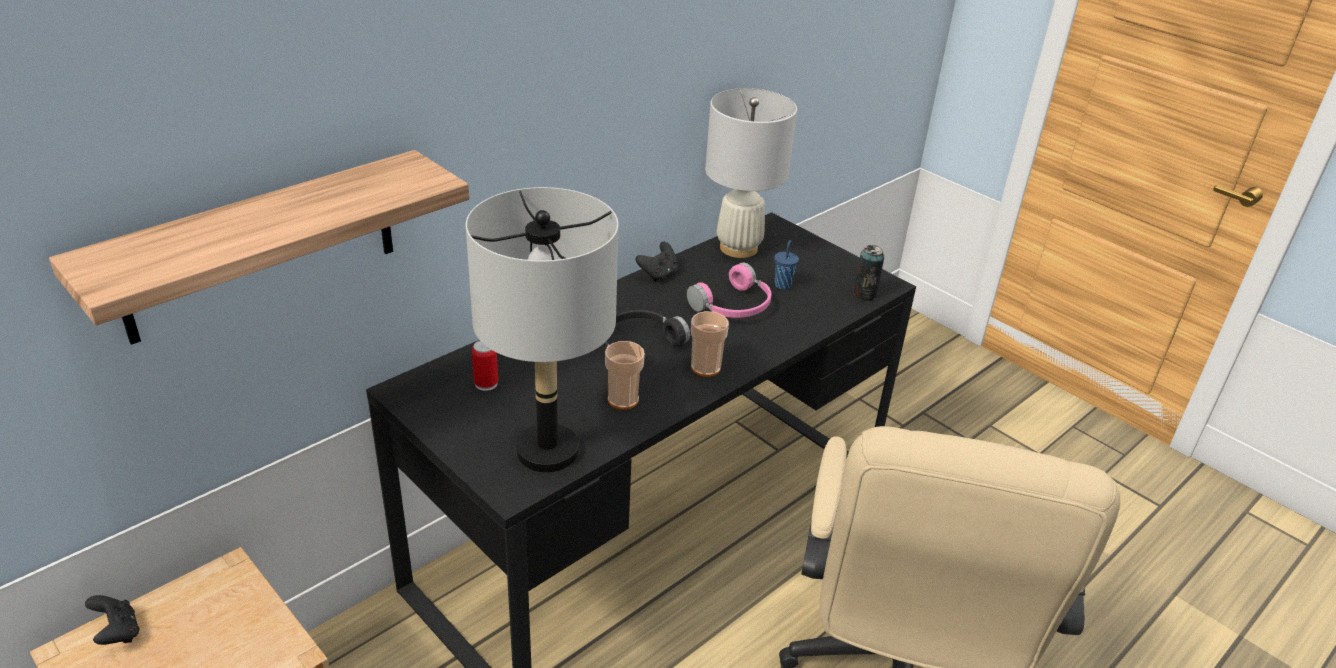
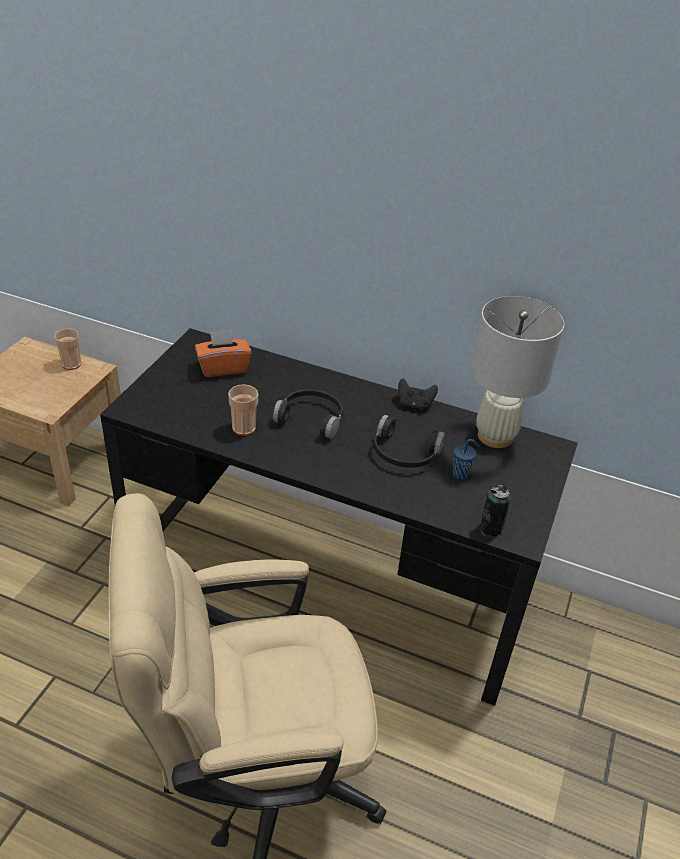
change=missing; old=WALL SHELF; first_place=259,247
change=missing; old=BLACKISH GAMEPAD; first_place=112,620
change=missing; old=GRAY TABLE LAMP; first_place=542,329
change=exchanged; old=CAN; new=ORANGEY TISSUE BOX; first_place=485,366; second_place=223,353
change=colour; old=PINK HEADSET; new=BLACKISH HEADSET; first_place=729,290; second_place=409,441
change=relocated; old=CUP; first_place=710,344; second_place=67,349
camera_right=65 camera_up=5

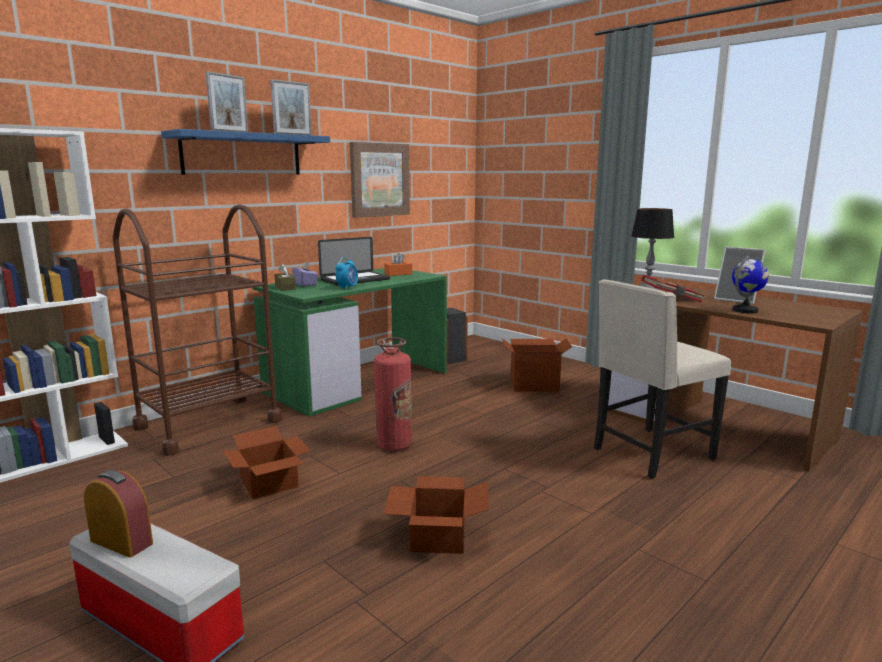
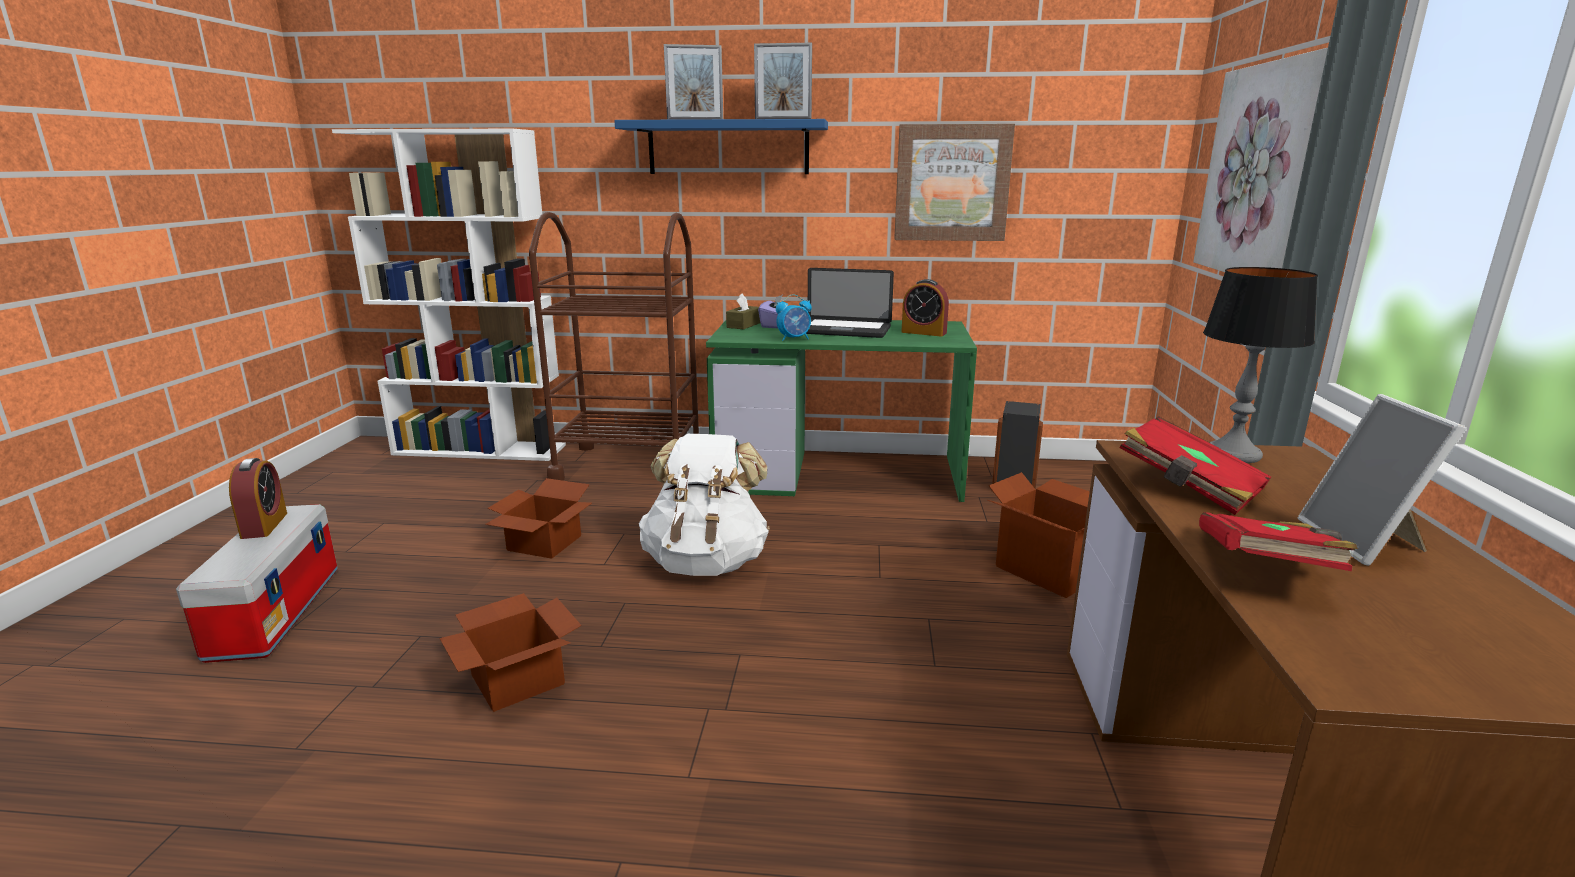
change=exchanged; old=EXTINGUISHER; new=WHITISH RUCKSACK; first_place=393,394; second_place=704,505
change=exchanged; old=ORANGEY TISSUE BOX; new=BEDSIDE CLOCK; first_place=398,264; second_place=925,307
change=missing; old=BEIGE-COLOURED UPRIGHT CHAIR; first_place=662,379
change=exchanged; old=DESK GLOBE; new=RED-COLOURED BOUND BOOK; first_place=750,284; second_place=1278,541
change=appeared; new=WALL ART; second_place=1260,160
camera_right=50 camera_up=5

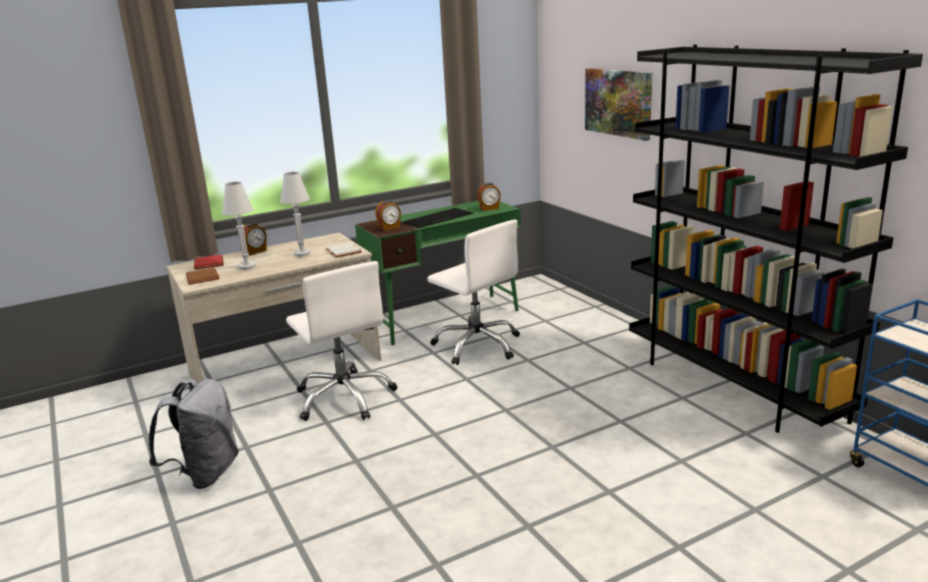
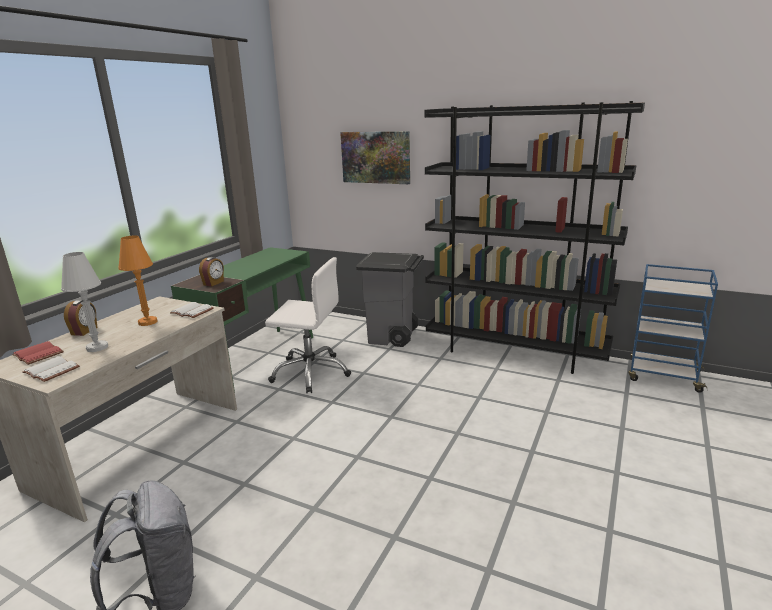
change=colour; old=BROWN-COLOURED BOUND BOOK; new=WHITISH BOUND BOOK; first_place=203,276; second_place=51,369
change=colour; old=WHITISH TABLE LAMP; new=ORANGEY TABLE LAMP; first_place=295,214; second_place=137,280
change=missing; old=WHITISH DESK CHAIR; first_place=341,341
change=missing; old=PC KEYBOARD; first_place=437,218
change=missing; old=BEDSIDE CLOCK; first_place=489,197
change=appeared; new=GRAY RUBBISH BIN; second_place=390,299
camera_right=-35 camera_up=0

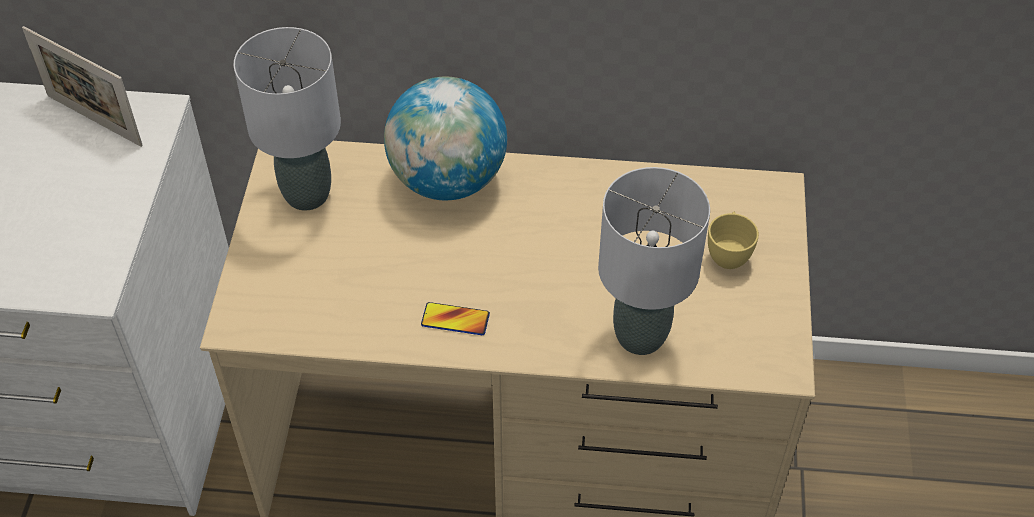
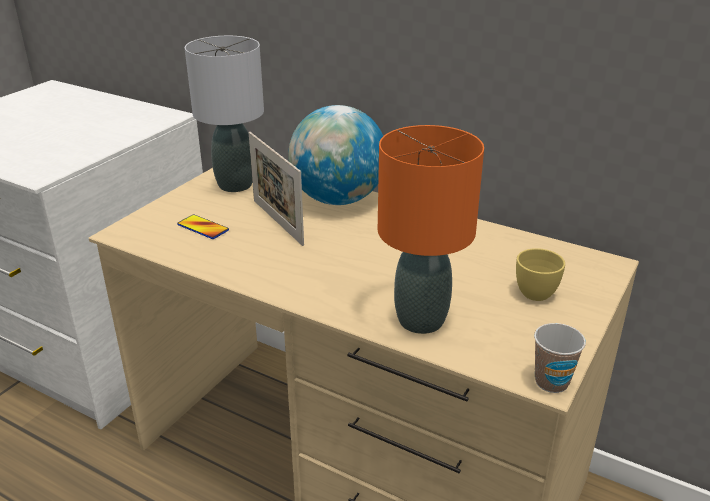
change=relocated; old=PICTURE FRAME; first_place=82,86; second_place=276,189
change=relocated; old=PHONE; first_place=455,318; second_place=203,227
change=colour; old=GRAY TABLE LAMP; new=ORANGEY TABLE LAMP; first_place=654,261; second_place=431,229
change=appeared; new=CUP; second_place=560,358
camera_right=25 camera_up=-20

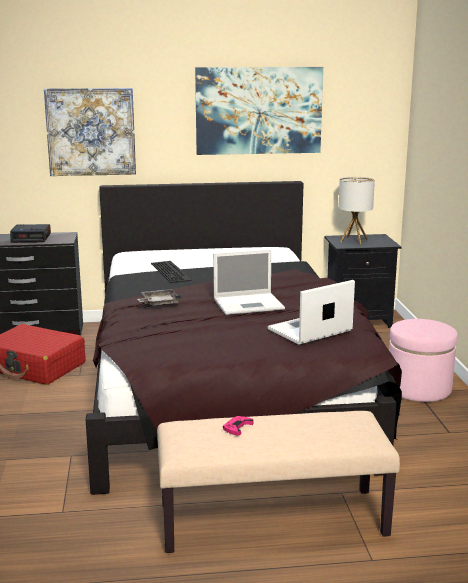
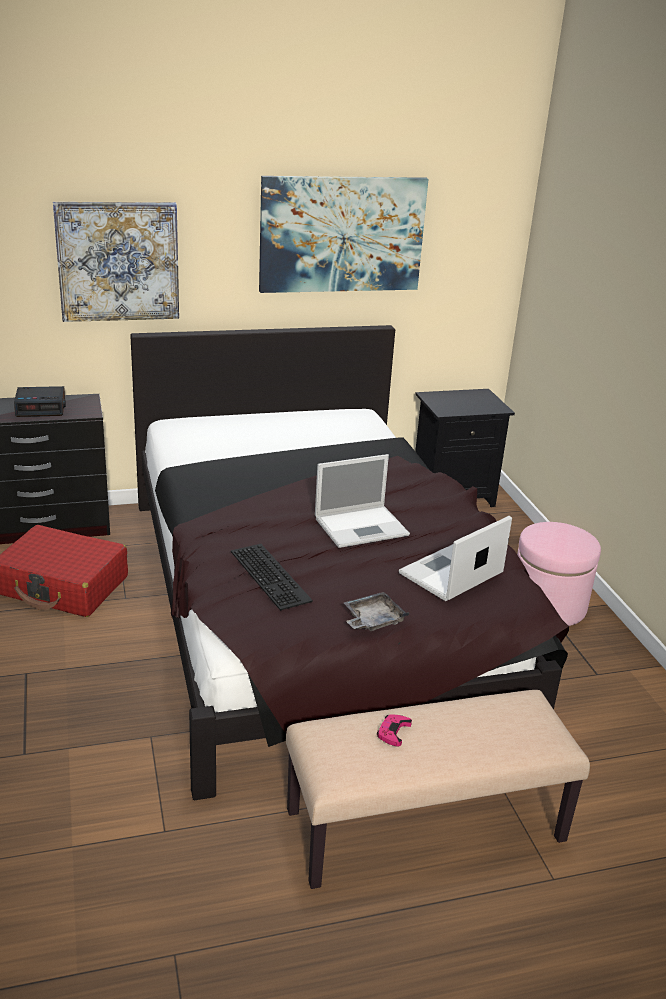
change=relocated; old=GRAY SERVING TRAY; first_place=159,297; second_place=376,611
change=relocated; old=PC KEYBOARD; first_place=171,272; second_place=272,577
change=missing; old=TABLE LAMP; first_place=356,211
camera_right=-10 camera_up=10

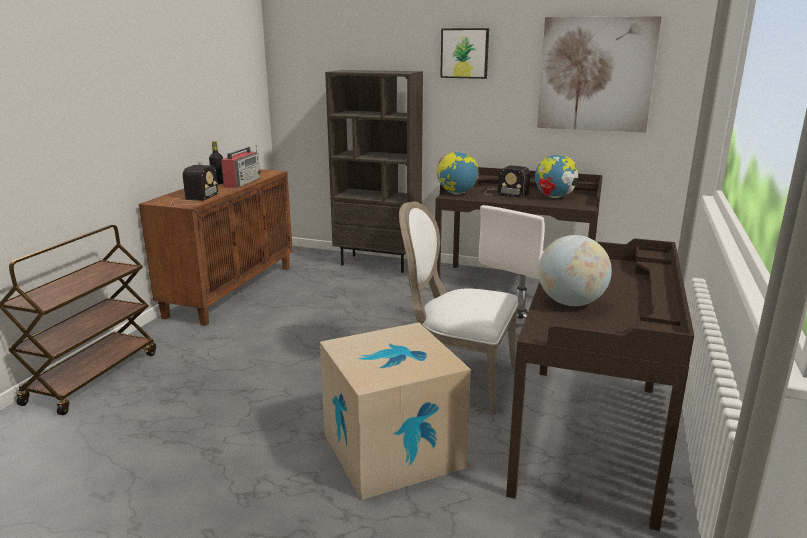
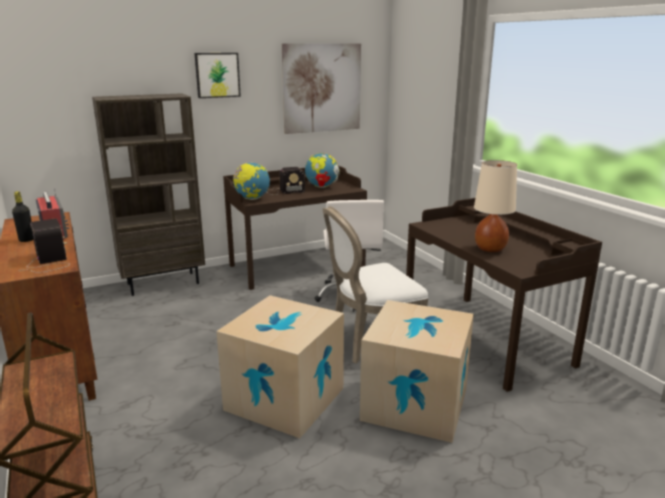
change=exchanged; old=DESK GLOBE; new=BEIGE-COLOURED TABLE LAMP; first_place=575,270; second_place=495,206
change=appeared; new=PACKING BOX; second_place=280,366
camera_right=-45 camera_up=0

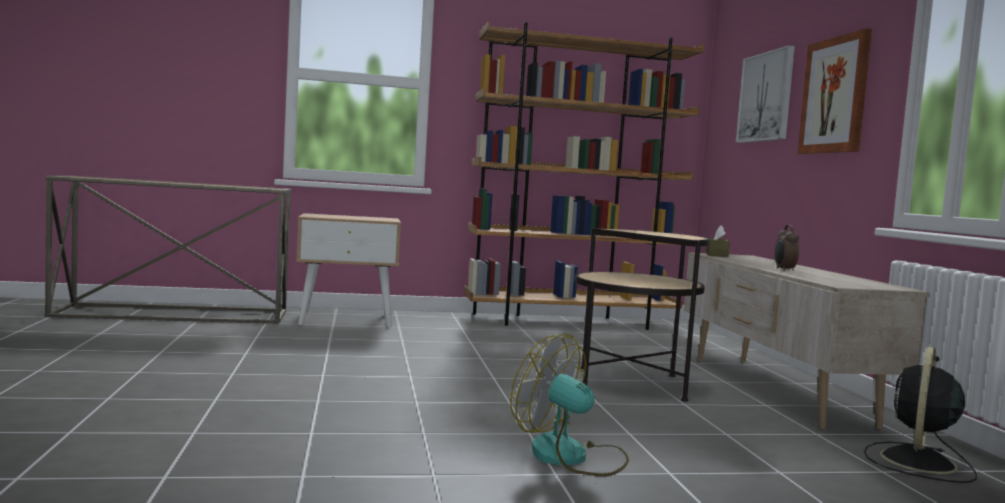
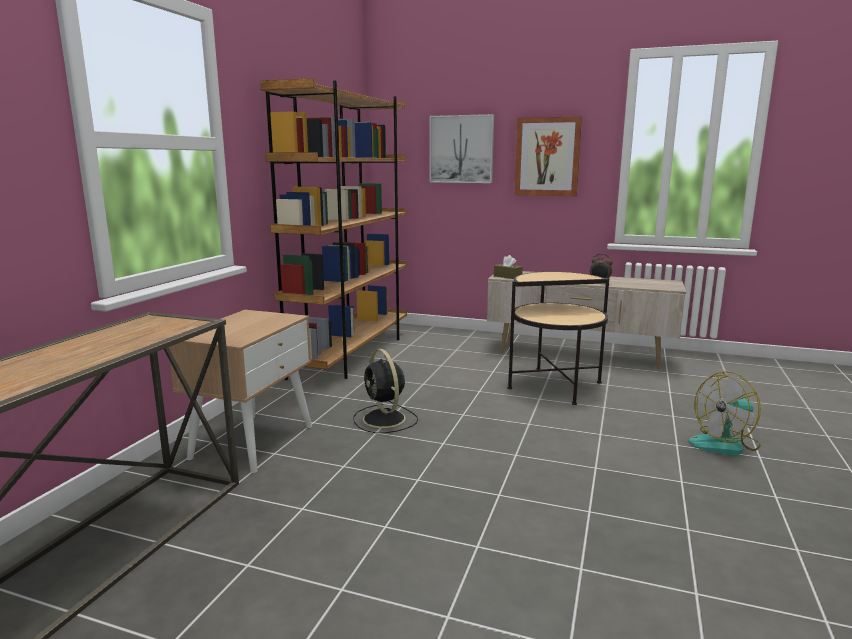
change=relocated; old=BLACKISH ELECTRIC FAN; first_place=920,415; second_place=385,391
camera_right=-60 camera_up=10

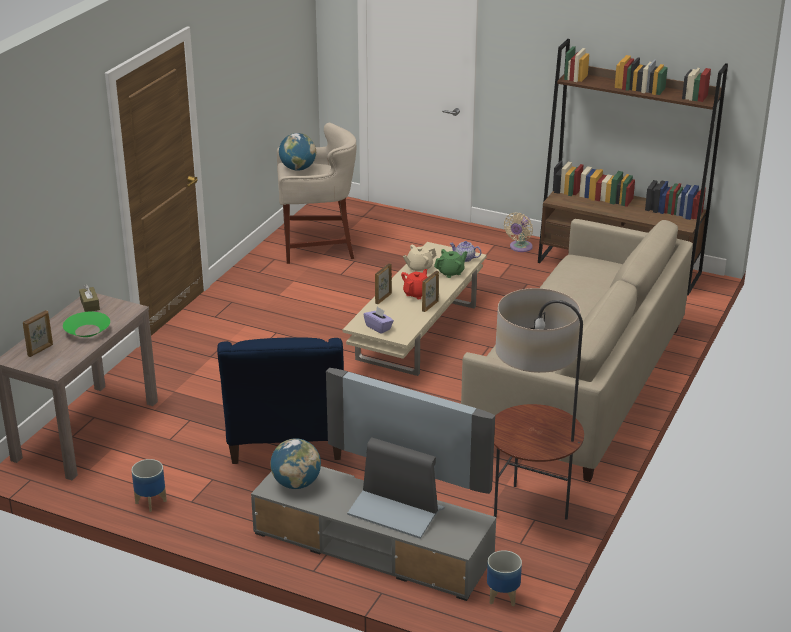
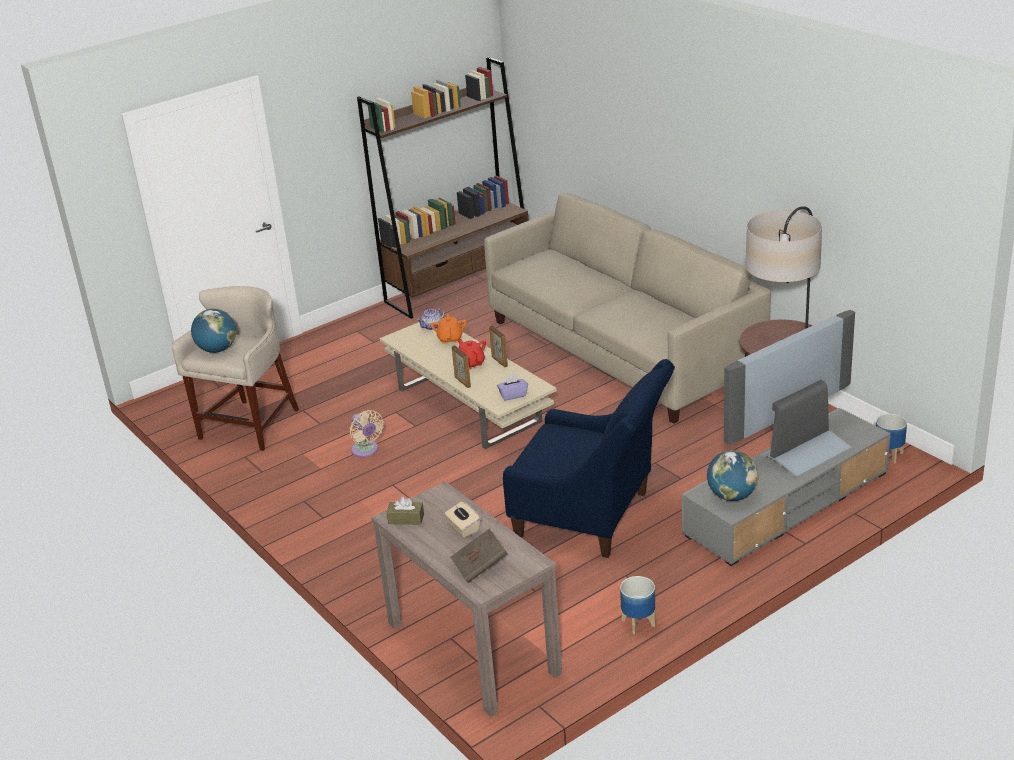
change=exchanged; old=PICTURE FRAME; new=BROWN-COLOURED BOUND BOOK; first_place=38,333; second_place=479,555
change=exchanged; old=GREENISH SERVING BOWL; new=BEIGE-COLOURED TISSUE BOX; first_place=86,324; second_place=463,519
change=missing; old=BEIGE-COLOURED POT FOR TEA; first_place=419,258
change=colour; old=GREENISH POT FOR TEA; new=ORANGEY POT FOR TEA; first_place=450,263; second_place=448,328
change=relocated; old=BEIGE-COLOURED ELECTRIC FAN; first_place=518,232; second_place=367,433
camera_right=-60 camera_up=0

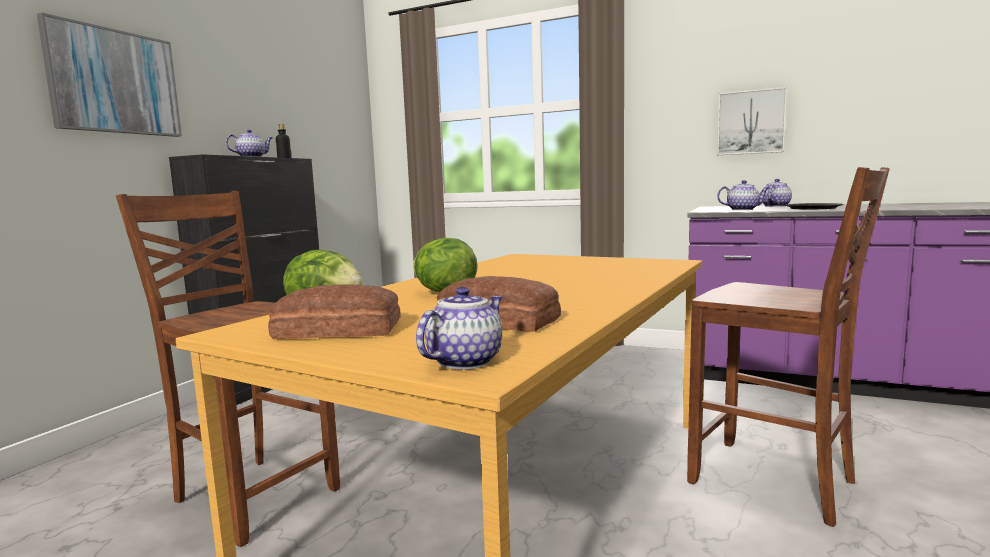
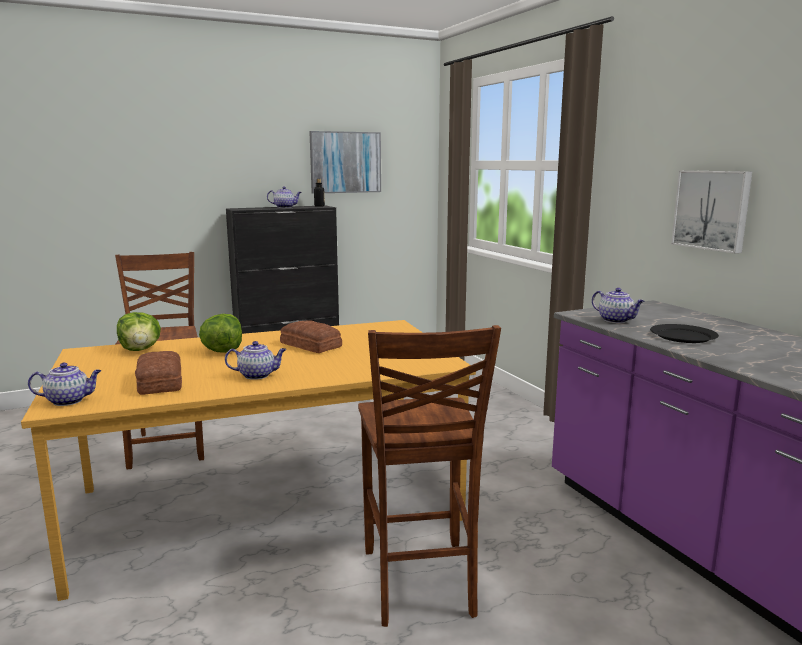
change=relocated; old=WALL ART; first_place=109,75; second_place=345,162
change=relocated; old=BAKED BREAD; first_place=334,311; second_place=311,336
change=relocated; old=POT FOR TEA; first_place=777,193; second_place=256,360
camera_right=40 camera_up=5

